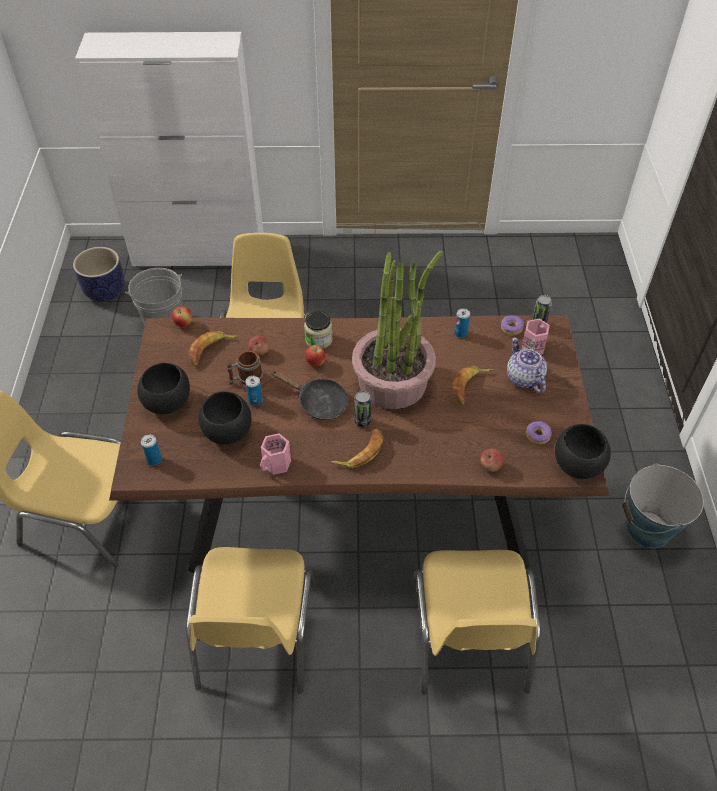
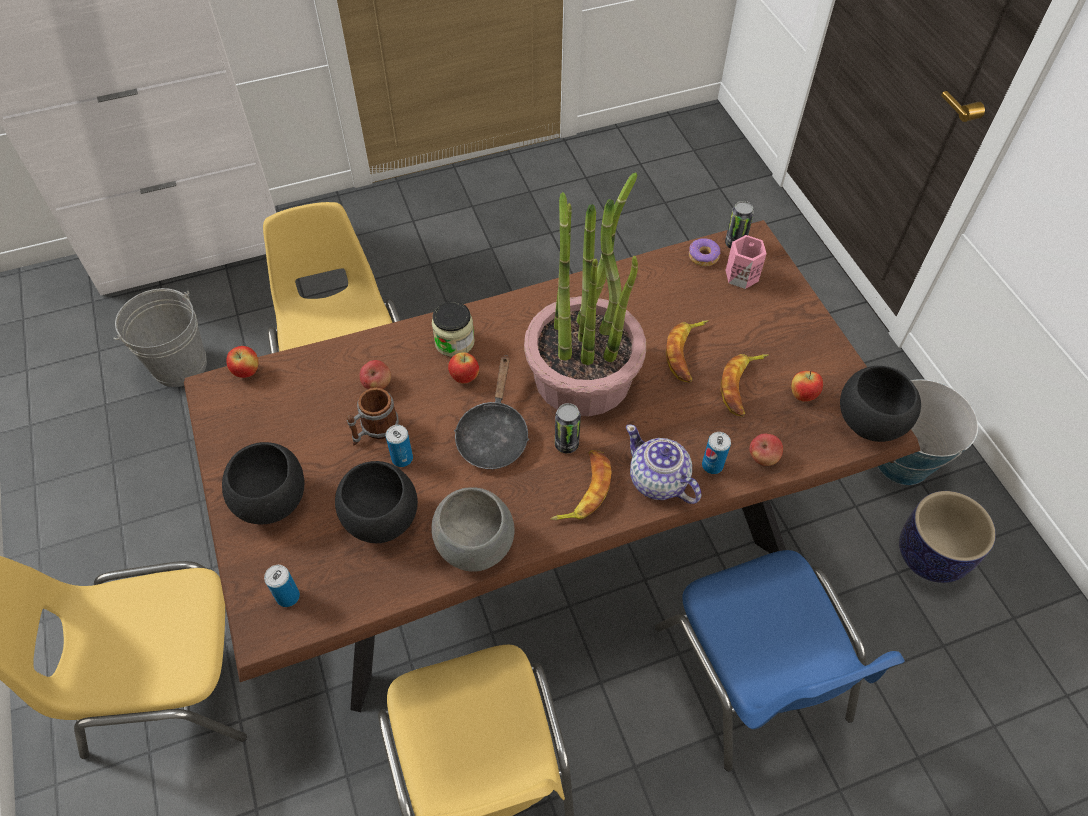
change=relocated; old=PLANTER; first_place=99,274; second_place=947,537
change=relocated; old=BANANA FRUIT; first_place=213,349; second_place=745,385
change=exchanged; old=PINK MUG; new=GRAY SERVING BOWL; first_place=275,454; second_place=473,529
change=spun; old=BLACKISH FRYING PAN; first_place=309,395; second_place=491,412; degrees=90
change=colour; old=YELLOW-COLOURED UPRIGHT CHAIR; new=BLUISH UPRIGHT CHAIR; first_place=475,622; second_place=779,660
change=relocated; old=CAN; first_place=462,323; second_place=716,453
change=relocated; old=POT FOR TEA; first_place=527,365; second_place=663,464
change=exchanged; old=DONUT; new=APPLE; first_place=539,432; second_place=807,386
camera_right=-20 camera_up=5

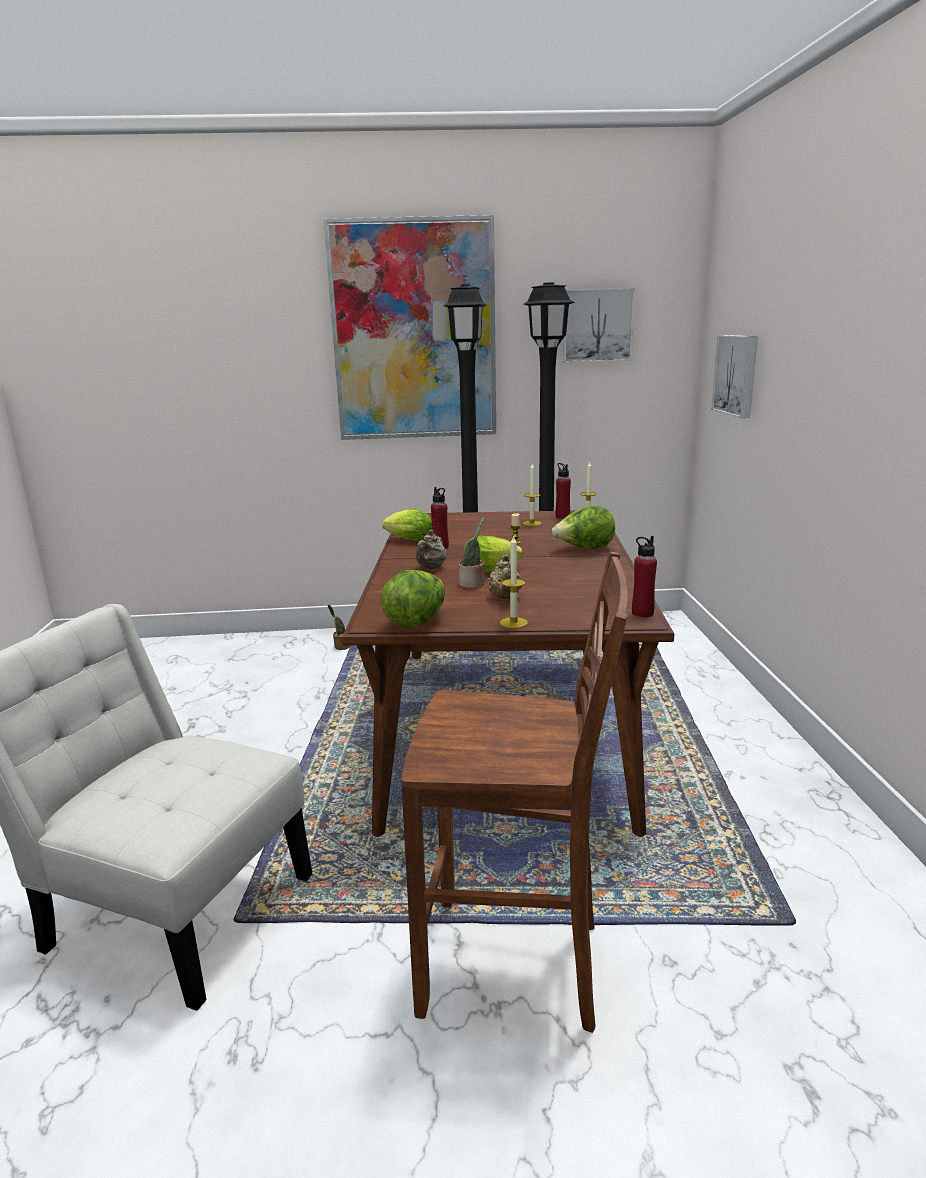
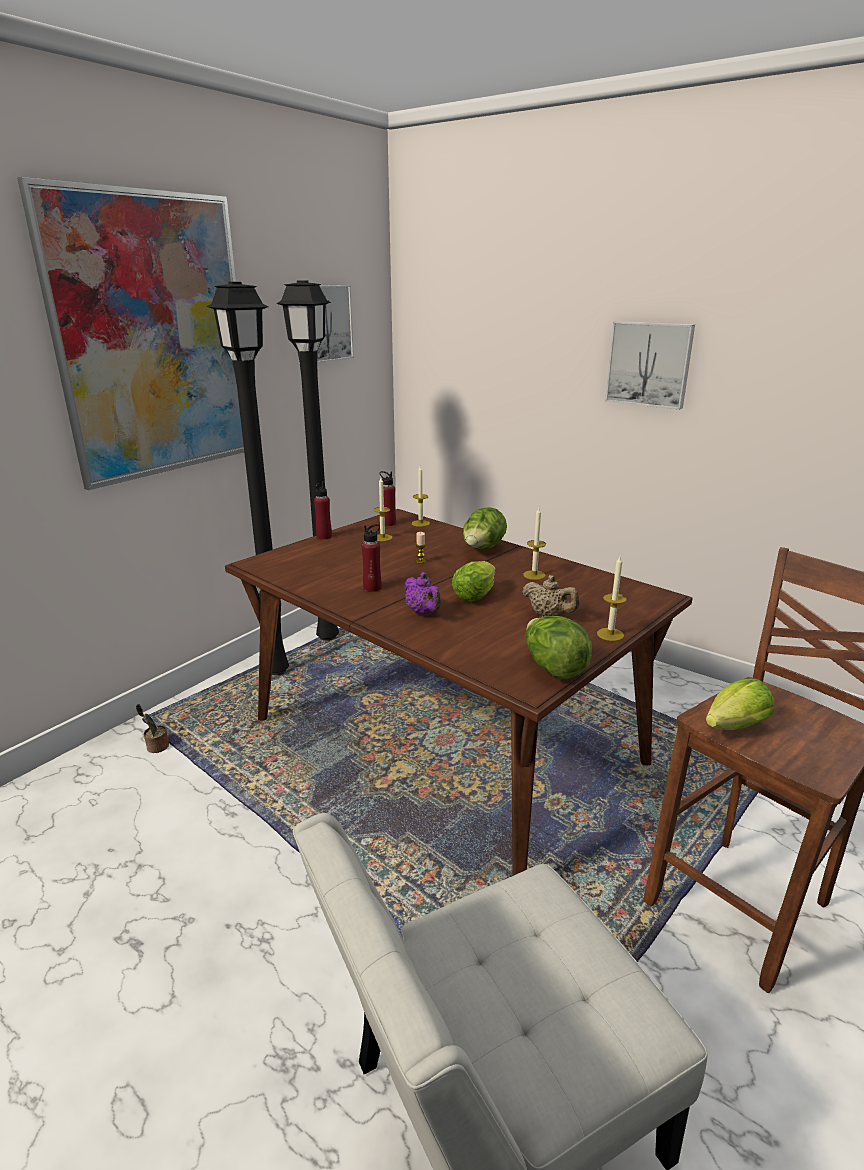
change=relocated; old=HEAD OF LETTUCE; first_place=407,525; second_place=740,704
change=colour; old=BEIGE-COLOURED POT FOR TEA; new=PURPLISH POT FOR TEA; first_place=430,549; second_place=422,593
change=missing; old=POTTED PLANT; first_place=472,552
change=relocated; old=RED-COLOURED BOTTLE; first_place=644,576; second_place=323,510
change=relocated; old=WALL ART; first_place=734,376; second_place=650,365
change=appeared; new=WAX LIGHT; second_place=534,544
camera_right=-50 camera_up=5

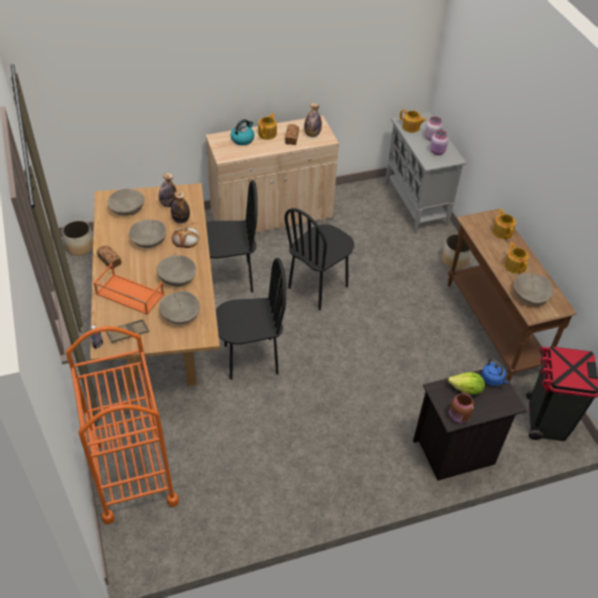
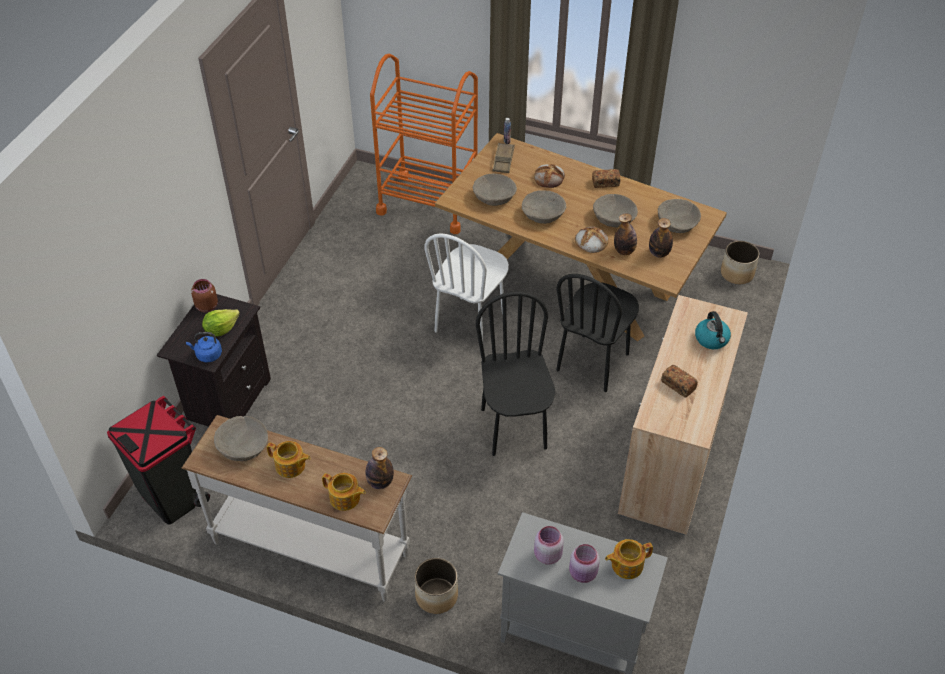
change=exchanged; old=ORANGEY SERVING TRAY; new=BAKED BREAD; first_place=129,289; second_place=549,176
change=colour; old=BLACKISH UPRIGHT CHAIR; new=WHITISH UPRIGHT CHAIR; first_place=251,319; second_place=466,287
change=missing; old=POT FOR TEA; first_place=267,126
change=relocated; old=BOTTLE; first_place=313,120; second_place=379,468
change=colour; old=BROWN-COLOURED CONSOLE TABLE; new=WHITISH CONSOLE TABLE; first_place=512,295; second_place=297,508
camera_right=130 camera_up=0

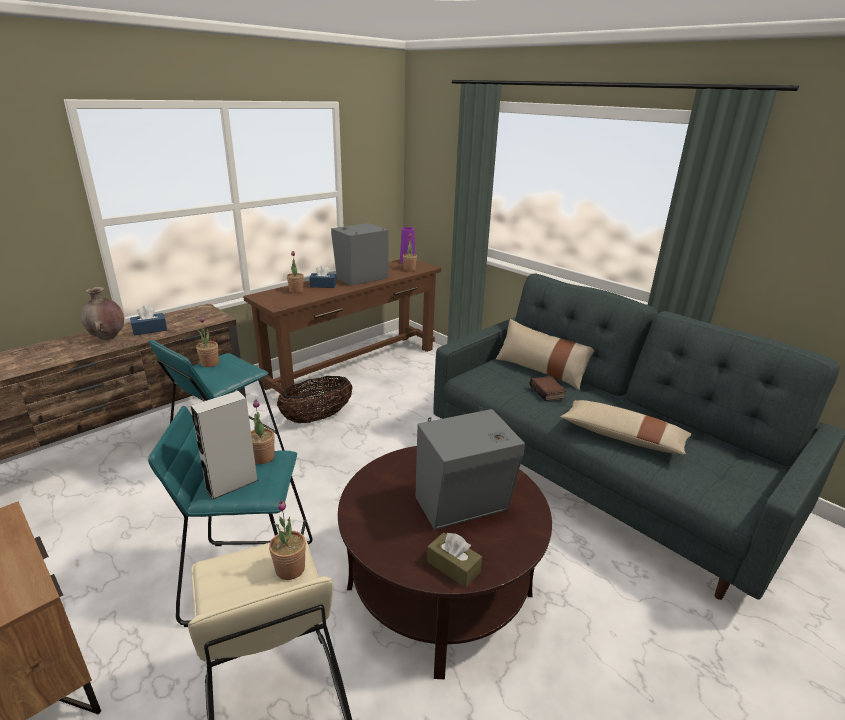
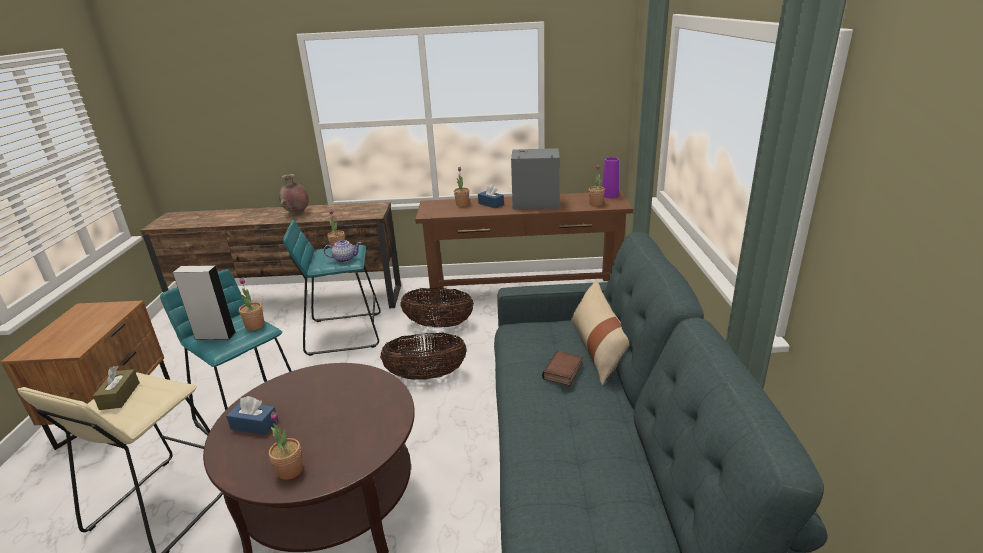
change=relocated; old=BLUISH TISSUE BOX; first_place=148,320; second_place=252,415
change=relocated; old=POTTED PLANT; first_place=287,540; second_place=286,445
change=missing; old=GRAY SPEAKER; first_place=470,468
change=relocated; old=BROWN-COLOURED TISSUE BOX; first_place=454,559; second_place=116,388
change=missing; old=BEIGE-COLOURED THROW PILLOW; first_place=626,427
change=appeared; new=POT FOR TEA; second_place=342,251
change=appeared; new=BASKET; second_place=423,356
camera_right=45 camera_up=0

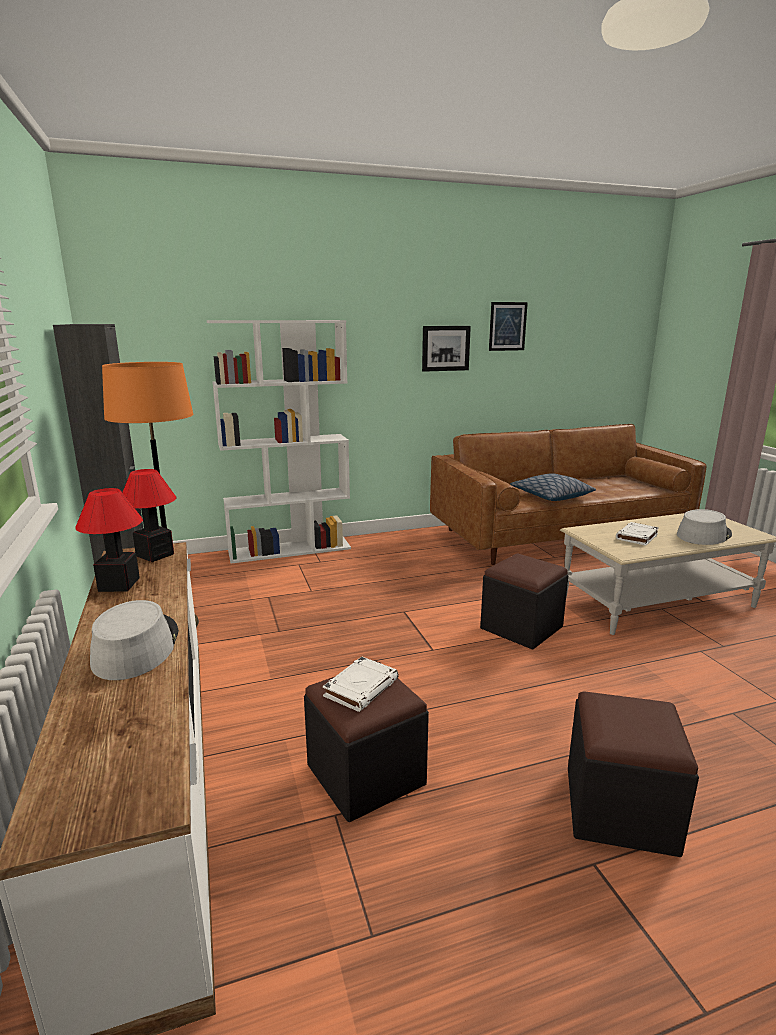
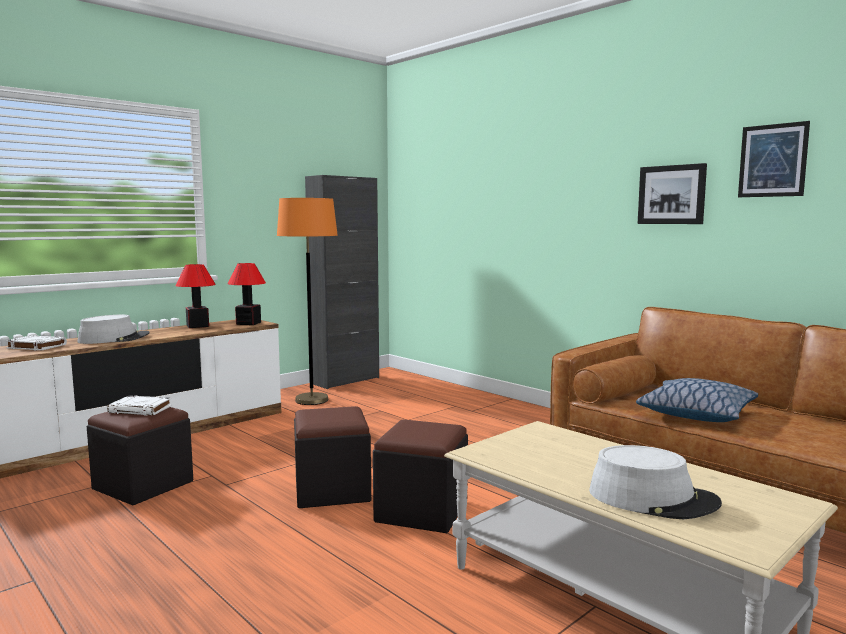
change=missing; old=WHITISH SHELVING UNIT; first_place=279,442
change=relocated; old=BLACKISH OTTOMAN; first_place=633,774; second_place=332,457
change=relocated; old=WHITISH BOUND BOOK; first_place=637,534; second_place=36,342
camera_right=65 camera_up=-10

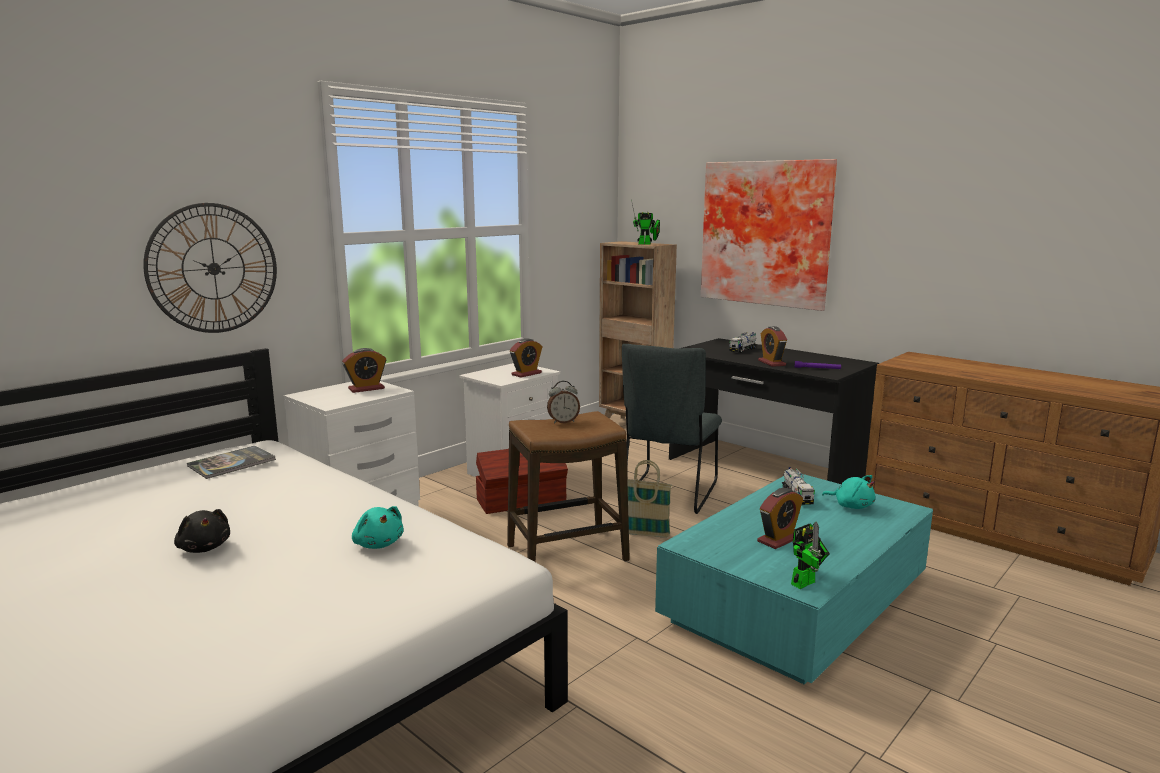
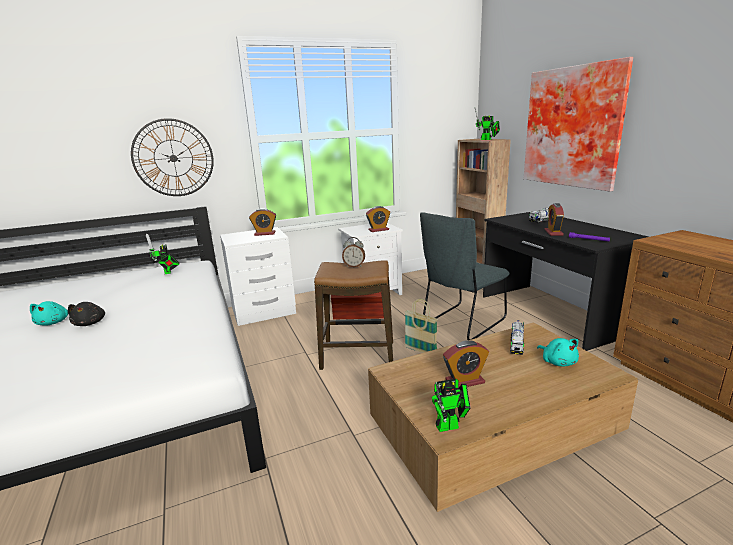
change=exchanged; old=BOUND BOOK; new=ROBOT FIGURE; first_place=231,462; second_place=162,254
change=relocated; old=TURQUOISE-COLOURED SOFT TOY; first_place=377,527; second_place=49,313
change=colour; old=TURQUOISE-COLOURED LOW TABLE; new=BROWN-COLOURED LOW TABLE; first_place=794,579; second_place=503,417
camera_right=25 camera_up=5

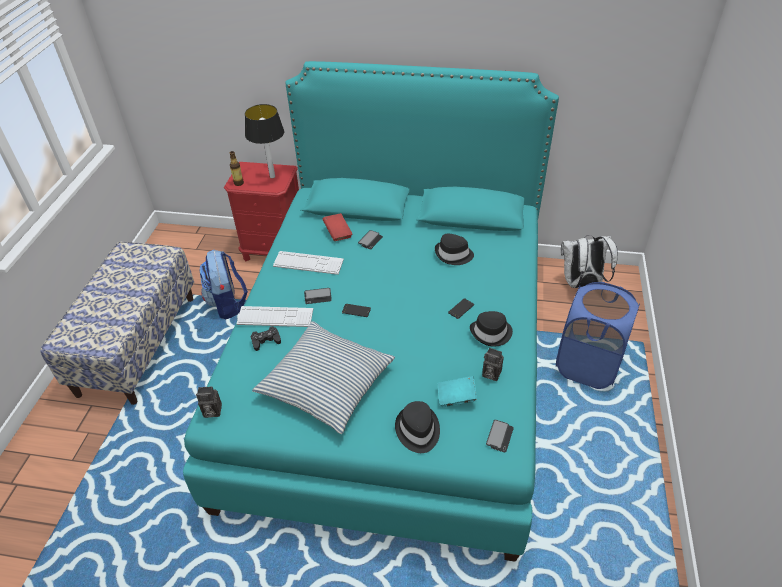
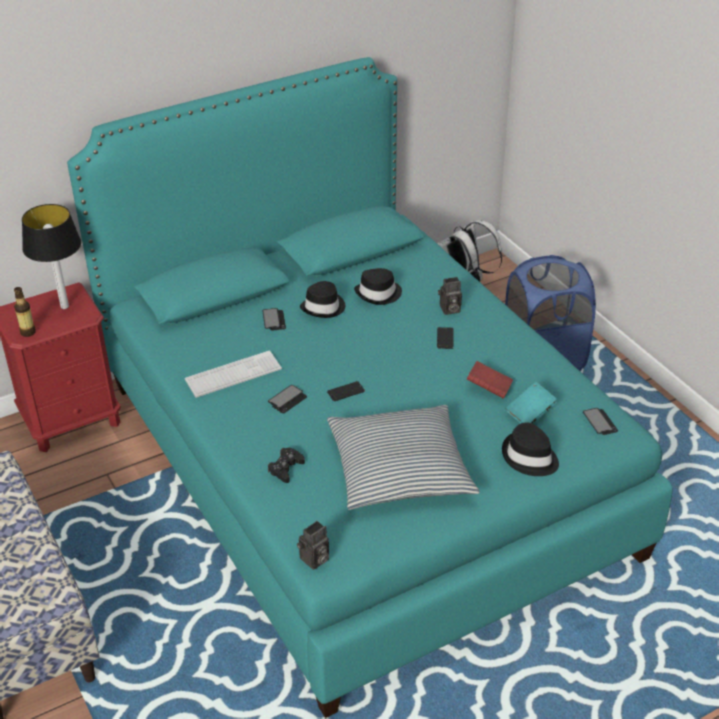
change=missing; old=RUCKSACK; first_place=223,284
change=missing; old=PC KEYBOARD; first_place=274,316
change=relocated; old=RED-COLOURED BOUND BOOK; first_place=337,227; second_place=490,380
change=relocated; old=BLACKISH WEARABLE HAT; first_place=491,328; second_place=322,299
change=relocated; old=STILL CAMERA; first_place=493,364; second_place=450,296
camera_right=-40 camera_up=-5

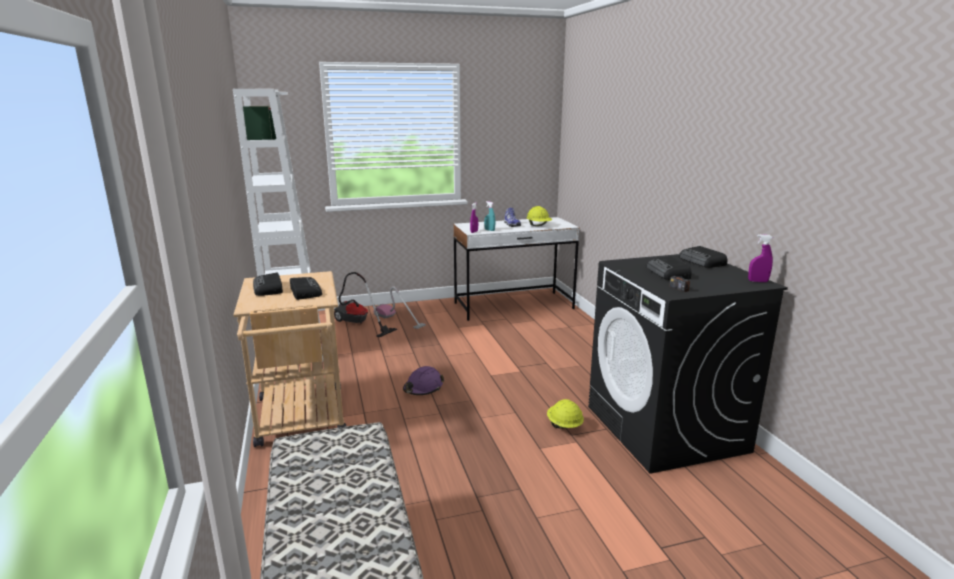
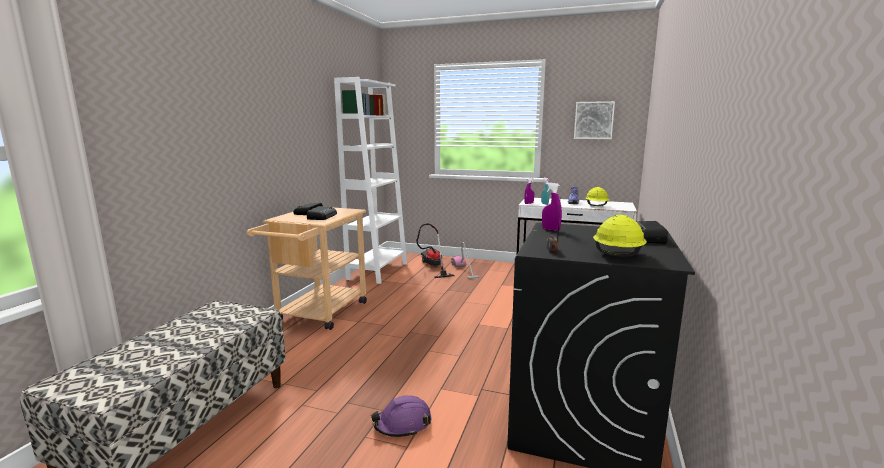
change=relocated; old=PURPLISH SAFETY HELMET; first_place=423,380; second_place=401,416
change=relocated; old=YELLOW-COLOURED SAFETY HELMET; first_place=565,413; second_place=620,236
change=missing; old=RADIO; first_place=669,268
change=relocated; old=PURPLISH SPRAY BOTTLE; first_place=760,258; second_place=552,206
change=appeared; new=WALL ART; second_place=594,120
camera_right=35 camera_up=-5

